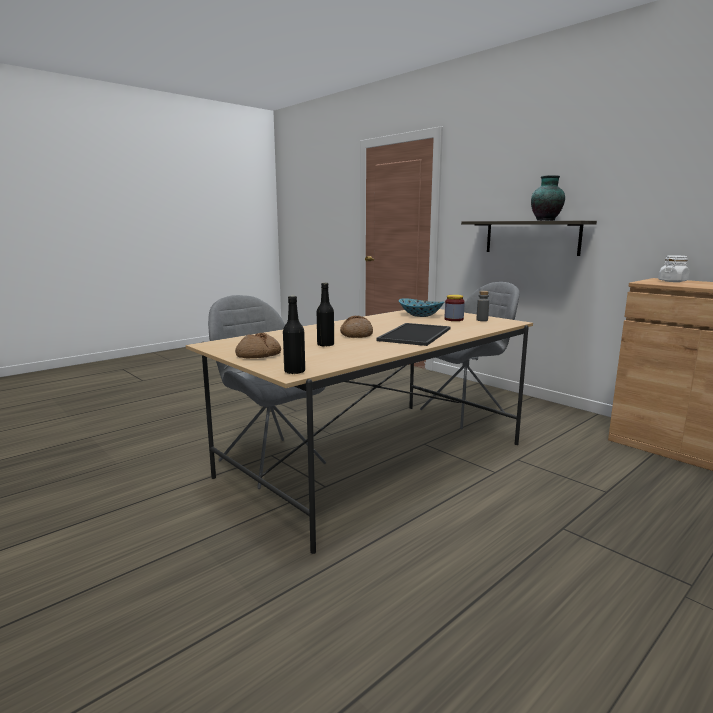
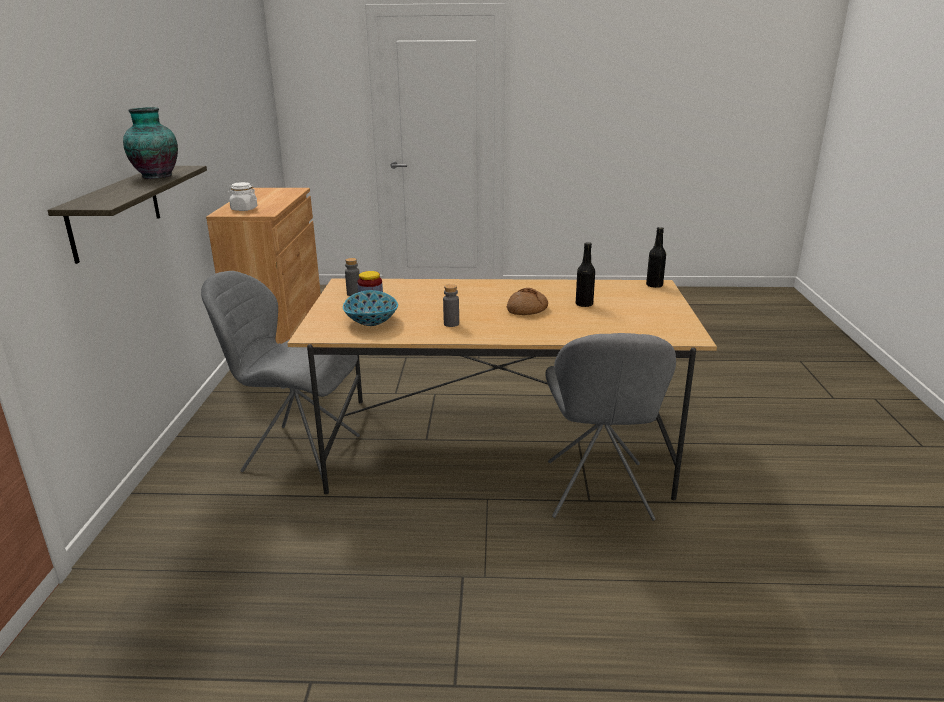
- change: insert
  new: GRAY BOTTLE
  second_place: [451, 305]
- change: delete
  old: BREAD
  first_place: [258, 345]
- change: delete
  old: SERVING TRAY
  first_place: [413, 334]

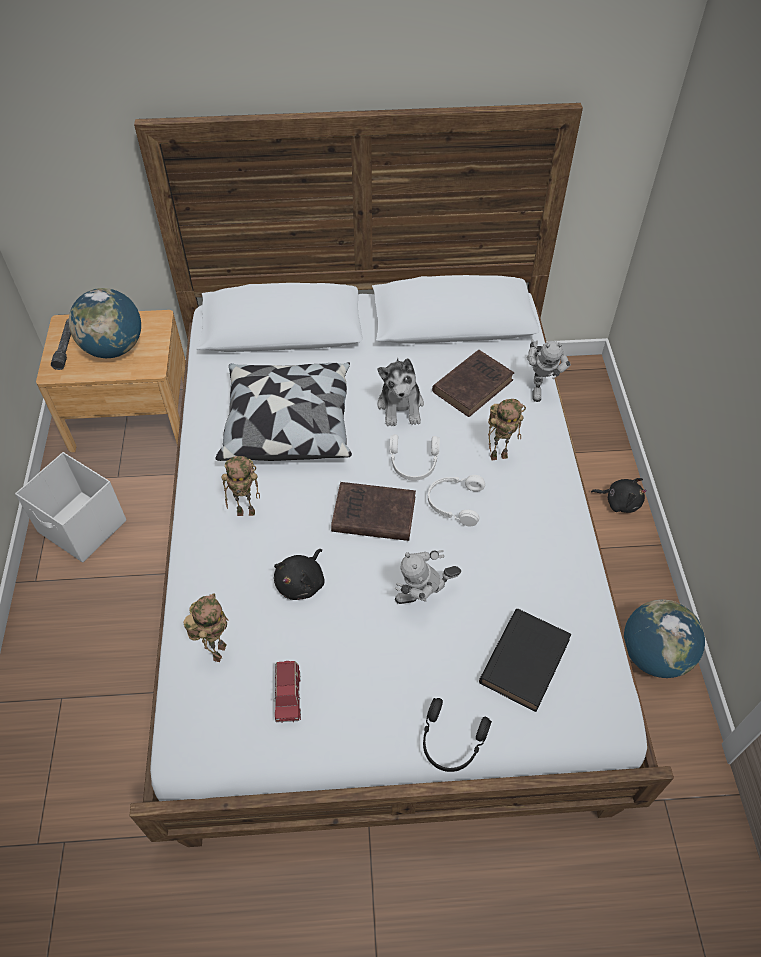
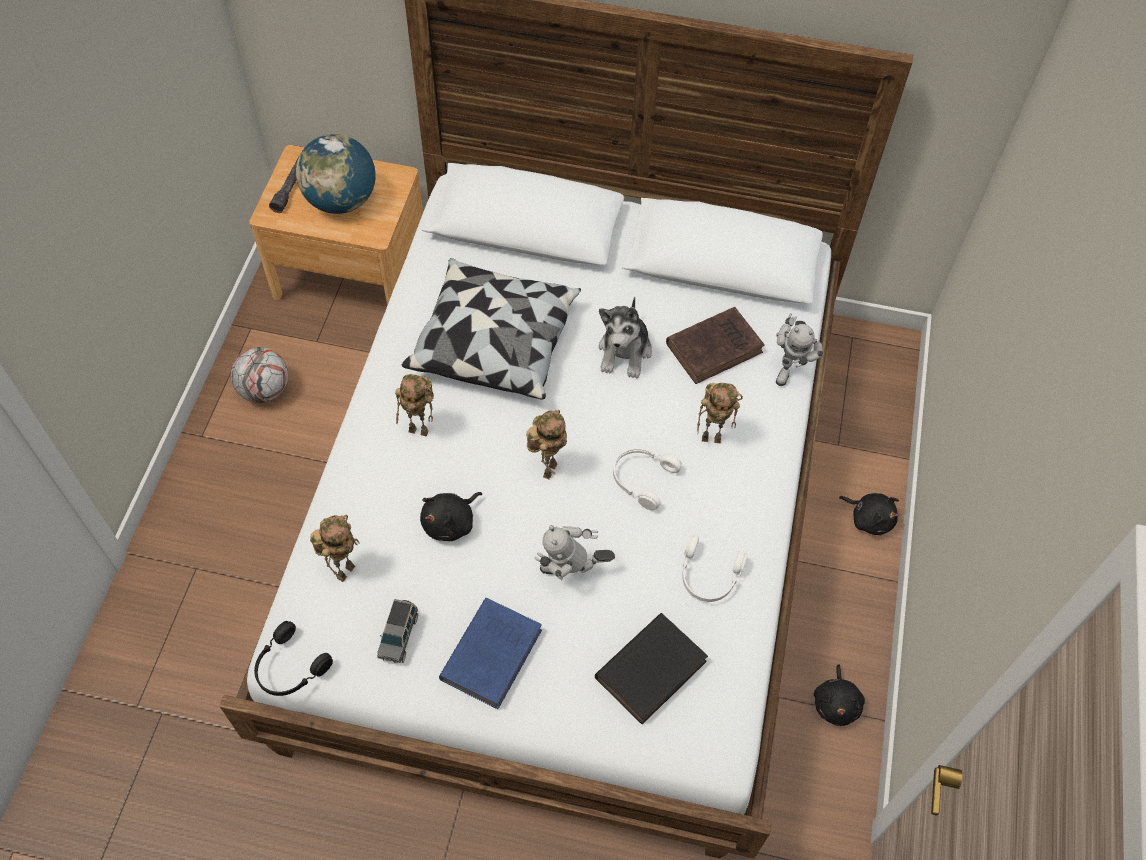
- change: replace
  old: WHITE STORAGE CONTAINER
  new: FOOTBALL BALL
  first_place: [70, 507]
  second_place: [259, 375]
- change: move
  old: BLACK-COLOURED HEADSET
  first_place: [457, 735]
  second_place: [293, 658]
- change: recolor
  old: REDDISH MINIATURE CAR
  new: GRAY MINIATURE CAR
  first_place: [287, 692]
  second_place: [397, 631]
- change: insert
  new: BLUE-COLOURED BOOK
  second_place: [490, 653]
- change: replace
  old: BROWN-COLOURED BOOK
  new: TOY ROBOT
  first_place: [373, 511]
  second_place: [546, 444]
- change: move
  old: WHITE HEADSET
  first_place: [415, 457]
  second_place: [715, 568]
- change: replace
  old: DESK GLOBE
  new: BLACK-COLOURED CUDDLY TOY
  first_place: [664, 638]
  second_place: [839, 695]

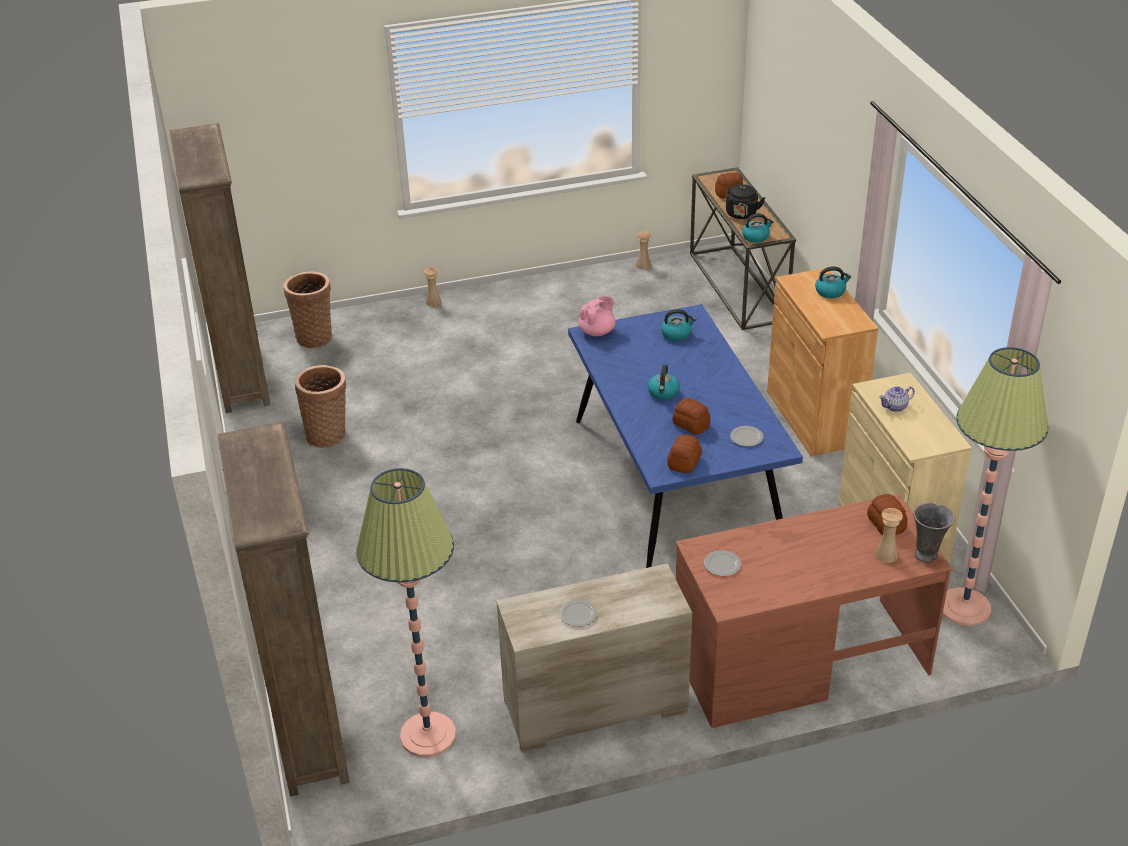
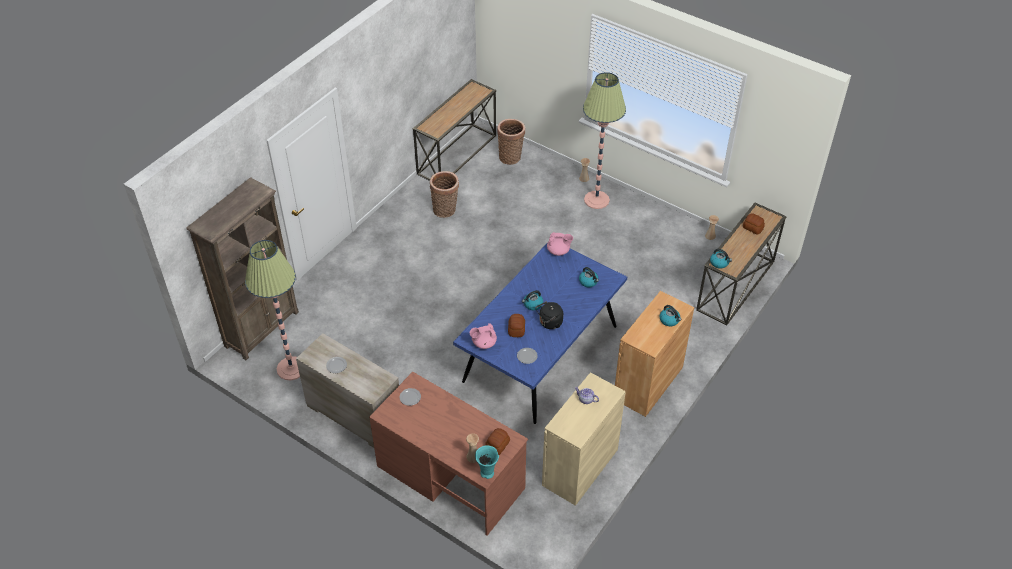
- change: replace
  old: BROWN-COLOURED BOOKSHELF
  new: HALL TABLE
  first_place: [220, 268]
  second_place: [454, 130]
- change: replace
  old: BREAD
  new: PINK TEAPOT
  first_place: [684, 453]
  second_place: [483, 336]
- change: recolor
  old: GRAY DECORATIVE VASE
  new: BLUE-GREEN DECORATIVE VASE
  first_place: [934, 533]
  second_place: [487, 462]
- change: move
  old: BLACK-COLOURED WATER KETTLE
  first_place: [745, 201]
  second_place: [549, 315]
- change: move
  old: STANDARD LAMP
  first_place: [995, 486]
  second_place: [604, 140]

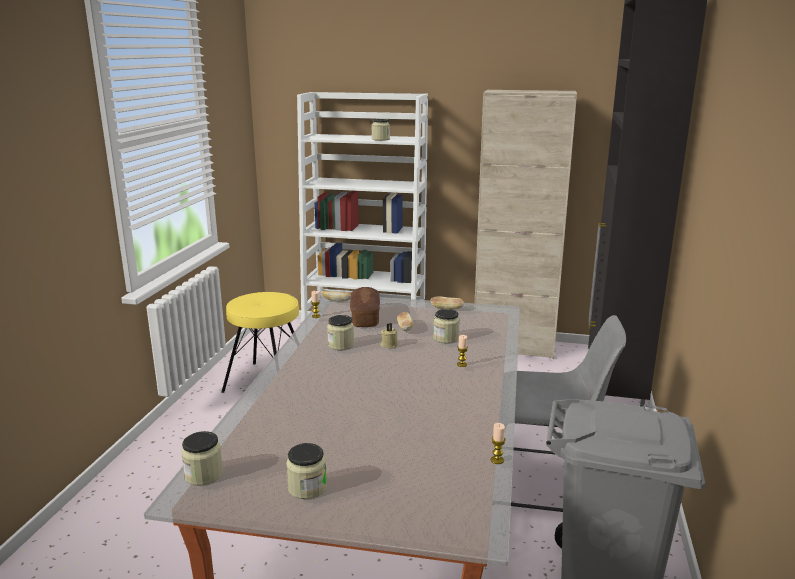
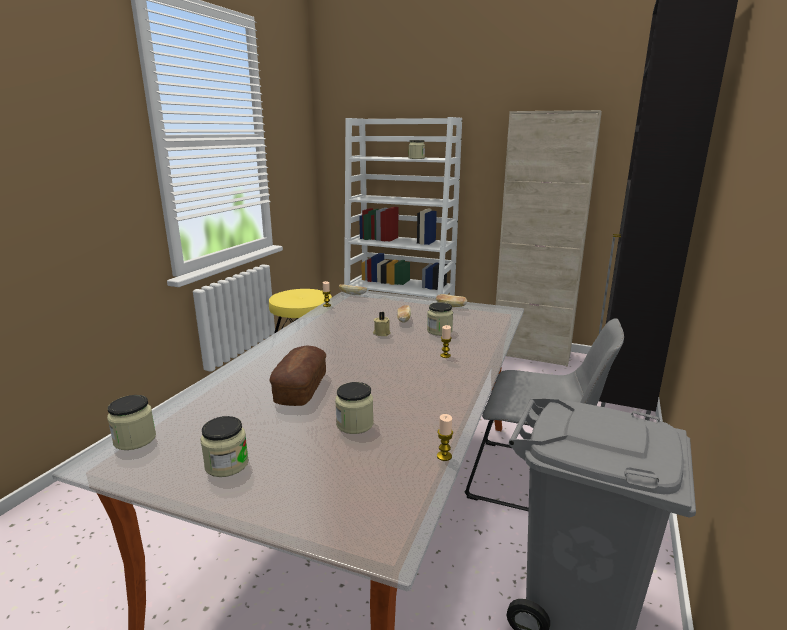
- change: move
  old: BREAD
  first_place: [365, 307]
  second_place: [298, 376]
- change: move
  old: JAR
  first_place: [340, 332]
  second_place: [354, 408]

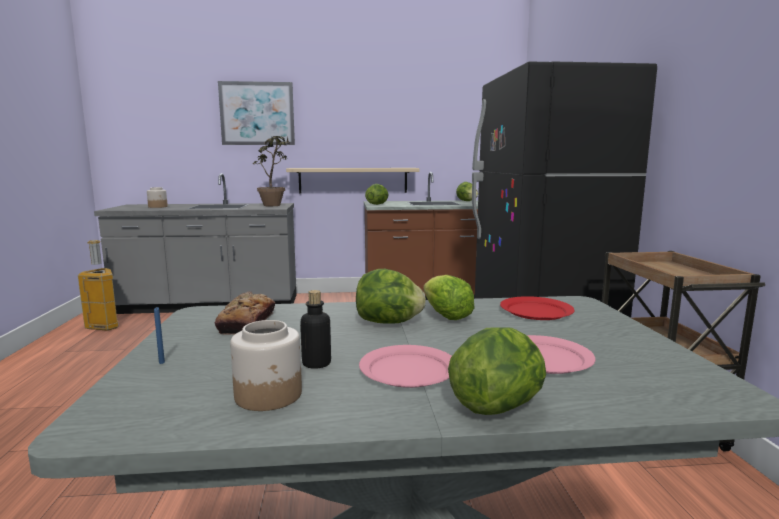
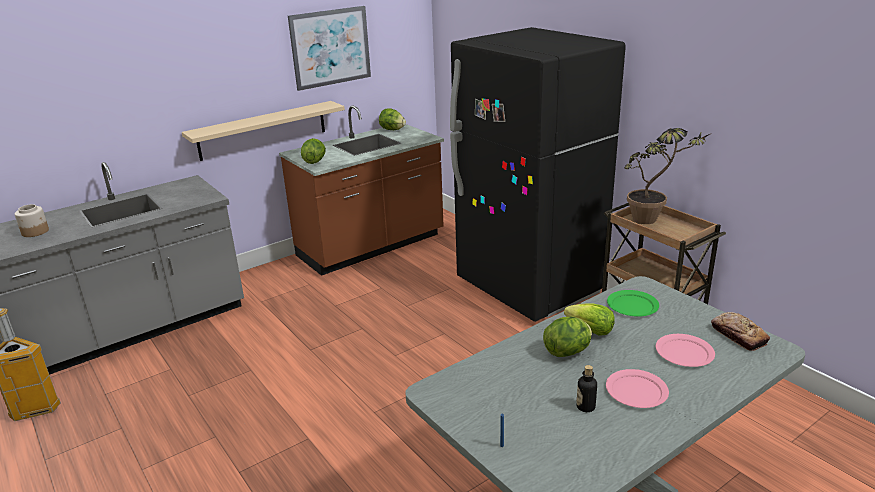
- change: move
  old: PICTURE
  first_place: [256, 113]
  second_place: [329, 48]
- change: recolor
  old: REDDISH FLAT DISH
  new: GREEN FLAT DISH
  first_place: [537, 308]
  second_place: [633, 303]
- change: move
  old: POTTED PLANT
  first_place: [271, 171]
  second_place: [668, 176]
- change: move
  old: BREAD
  first_place: [245, 313]
  second_place: [740, 331]
- change: delete
  old: JAR
  first_place: [266, 365]
- change: delete
  old: HEAD OF LETTUCE
  first_place: [497, 371]

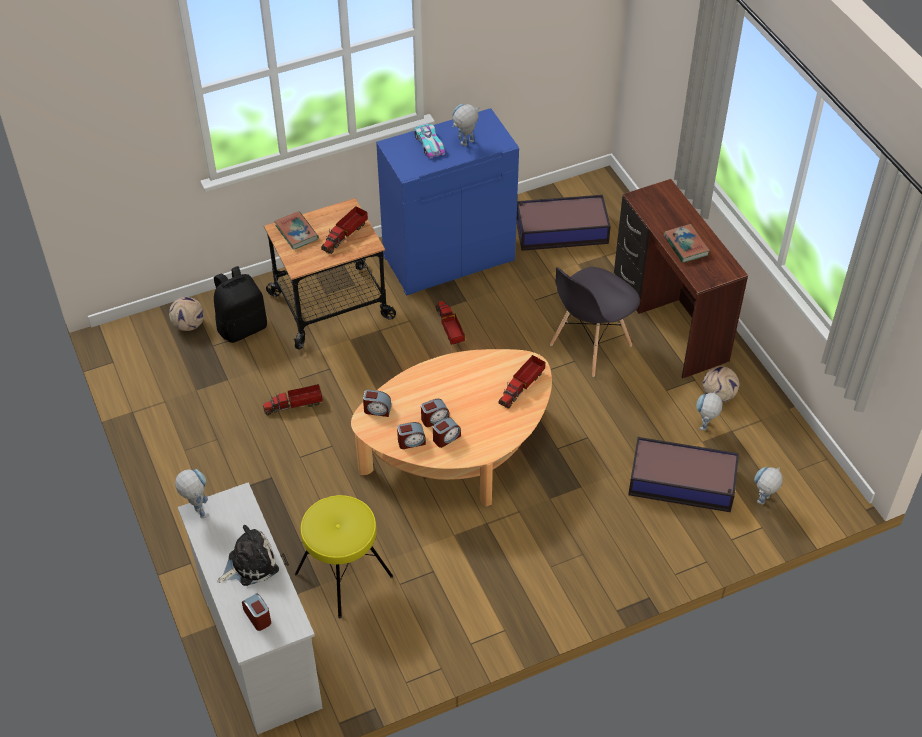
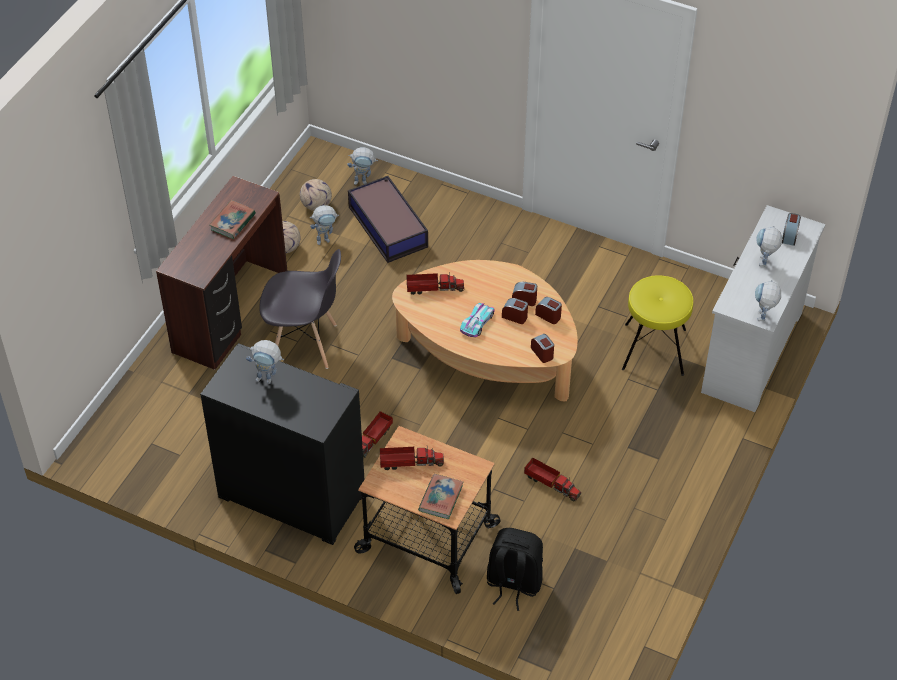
- change: recolor
  old: BLUE-COLOURED CUPBOARD
  new: BLACK-COLOURED CUPBOARD
  first_place: [447, 202]
  second_place: [282, 444]
- change: move
  old: FOOTBALL BALL
  first_place: [186, 314]
  second_place: [316, 195]
- change: move
  old: MINIATURE CAR
  first_place: [429, 141]
  second_place: [477, 320]
- change: replace
  old: CUDDLY TOY
  new: TOY ROBOT
  first_place: [248, 555]
  second_place: [769, 246]
- change: delete
  old: STORAGE CONTAINER
  first_place: [563, 223]

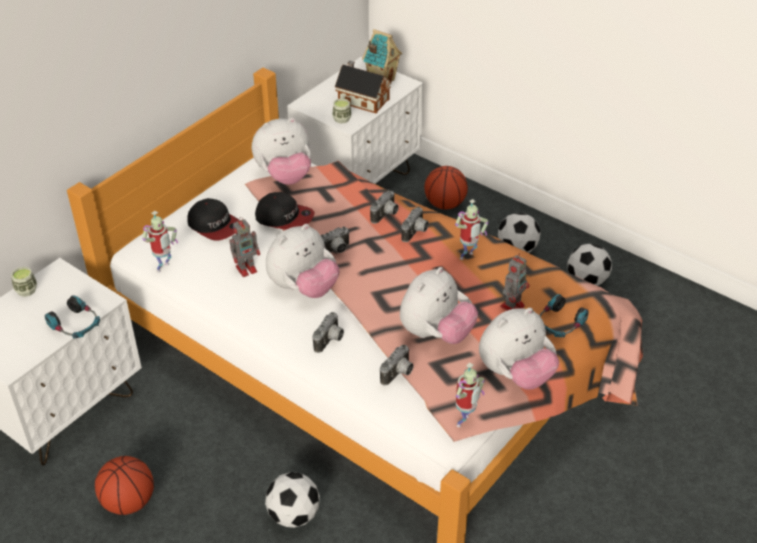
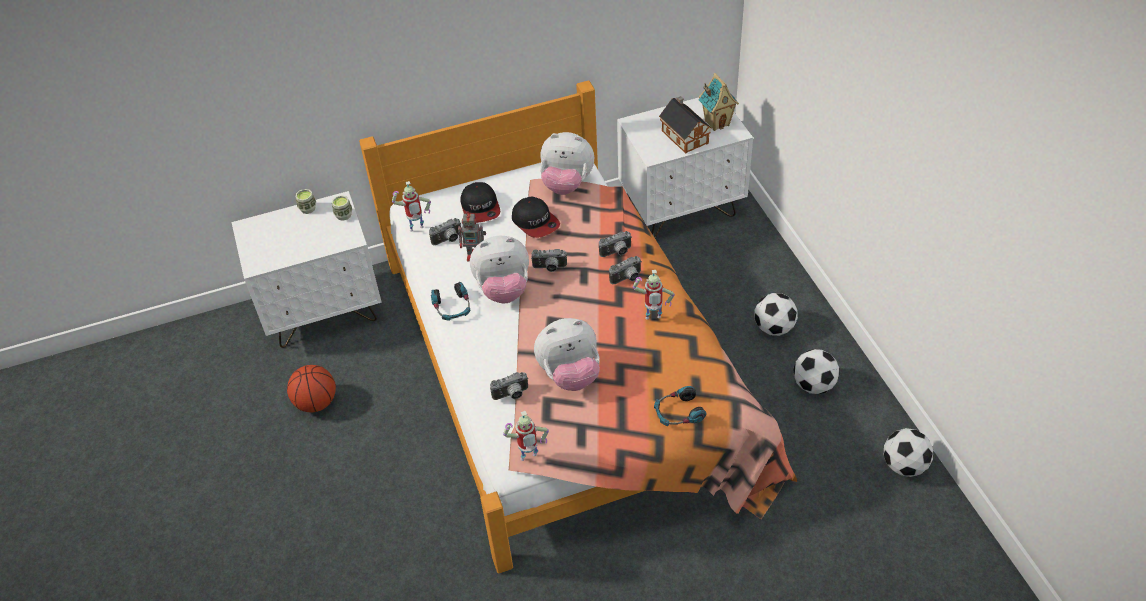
- change: move
  old: CUP
  first_place: [341, 111]
  second_place: [342, 208]
- change: move
  old: STILL CAMERA
  first_place: [328, 332]
  second_place: [445, 231]
- change: move
  old: HEADSET
  first_place: [72, 316]
  second_place: [450, 301]
- change: move
  old: FOOTBALL BALL
  first_place: [292, 500]
  second_place: [908, 452]
- change: delete
  old: BASKETBALL BALL
  first_place: [446, 188]
- change: delete
  old: CUDDLY TOY
  first_place: [519, 349]
- change: delete
  old: TOY ROBOT
  first_place: [514, 282]

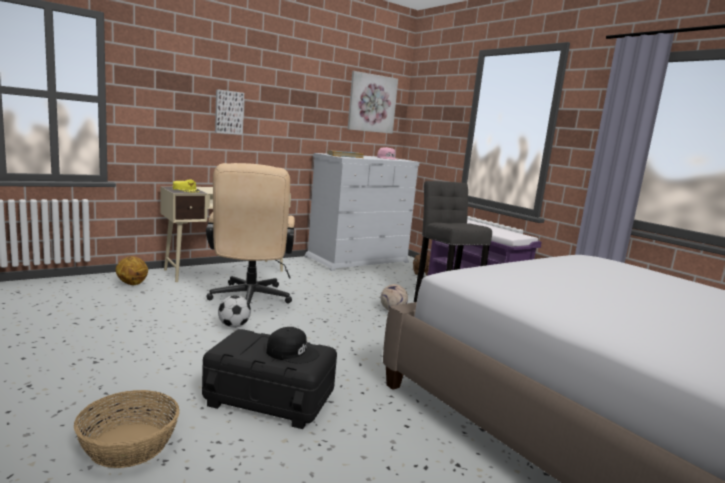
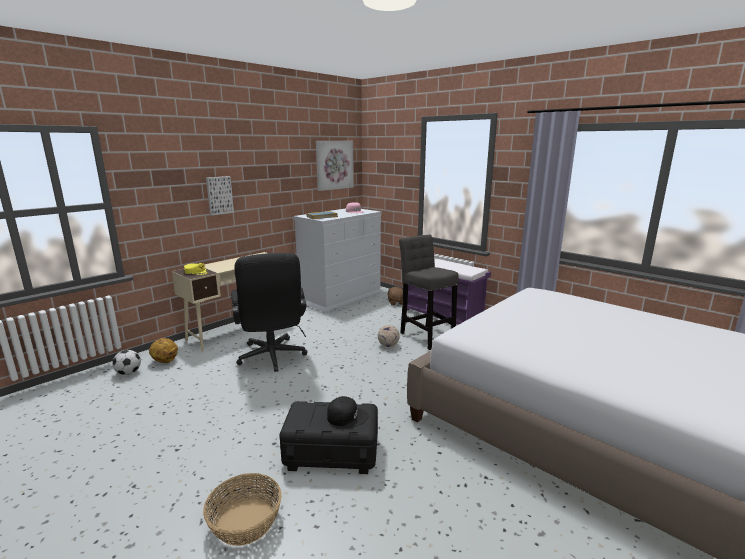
- change: move
  old: FOOTBALL BALL
  first_place: [234, 311]
  second_place: [126, 362]
- change: recolor
  old: BEIGE-COLOURED DESK CHAIR
  new: BLACK-COLOURED DESK CHAIR
  first_place: [250, 233]
  second_place: [269, 312]

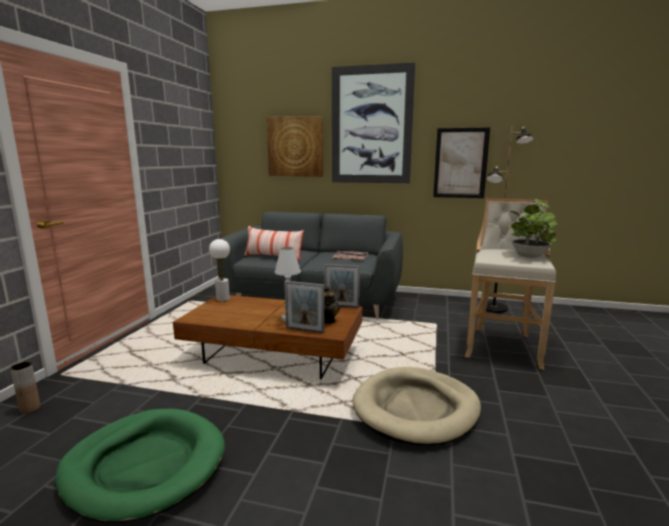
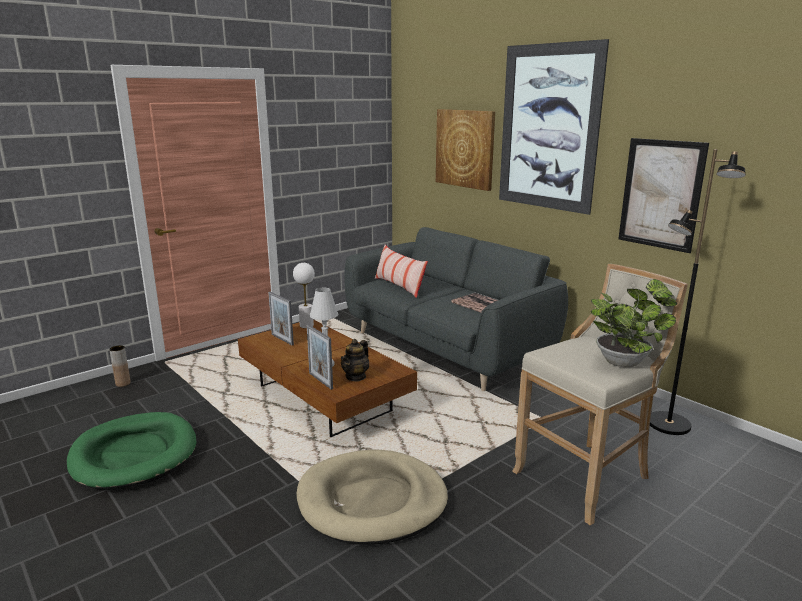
- change: move
  old: PICTURE FRAME
  first_place: [342, 286]
  second_place: [281, 318]

